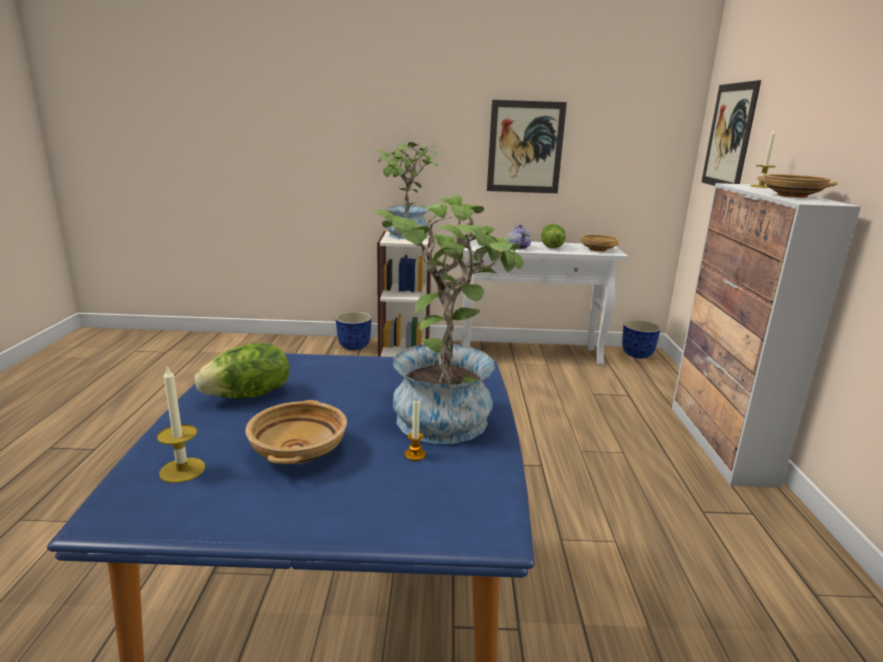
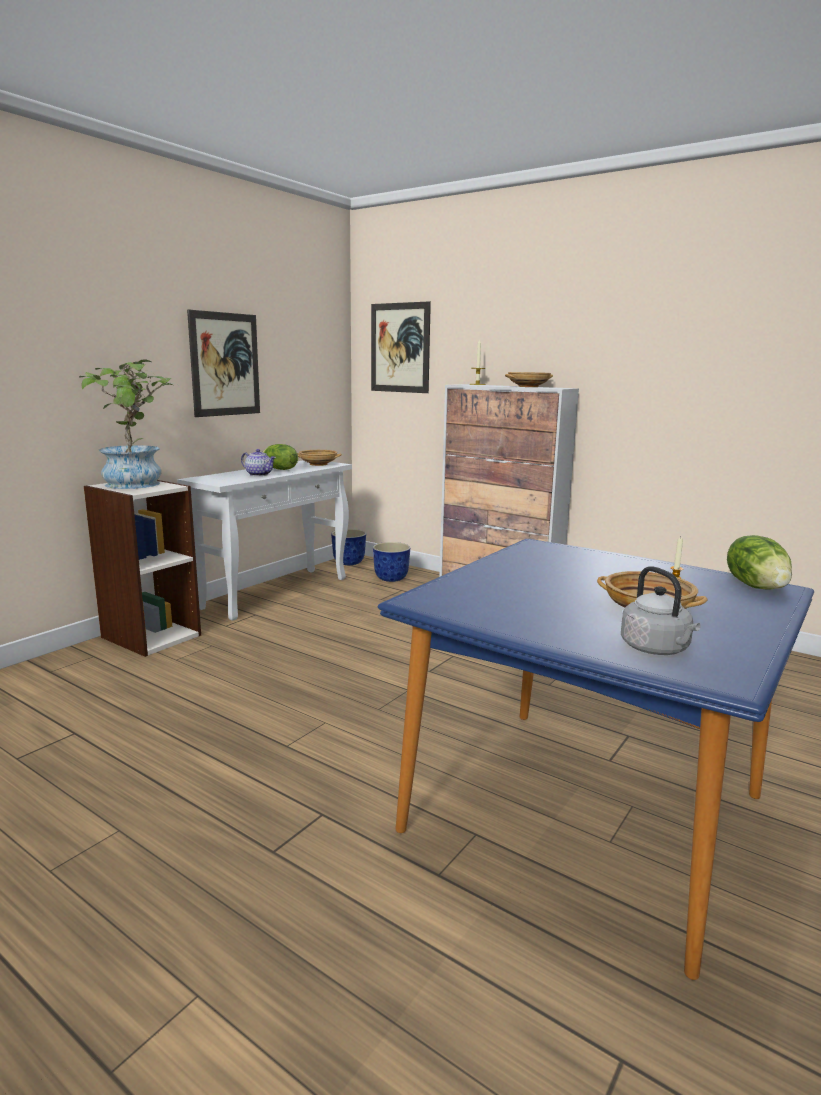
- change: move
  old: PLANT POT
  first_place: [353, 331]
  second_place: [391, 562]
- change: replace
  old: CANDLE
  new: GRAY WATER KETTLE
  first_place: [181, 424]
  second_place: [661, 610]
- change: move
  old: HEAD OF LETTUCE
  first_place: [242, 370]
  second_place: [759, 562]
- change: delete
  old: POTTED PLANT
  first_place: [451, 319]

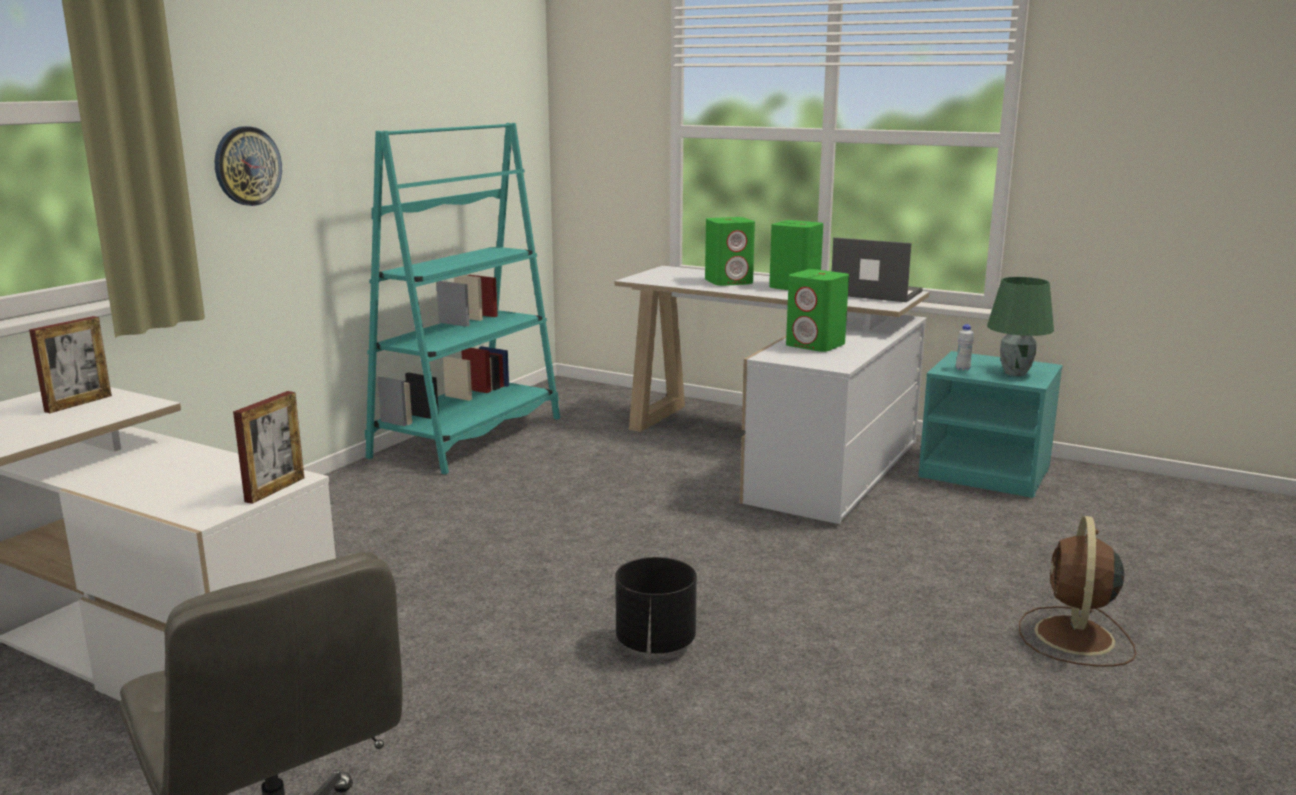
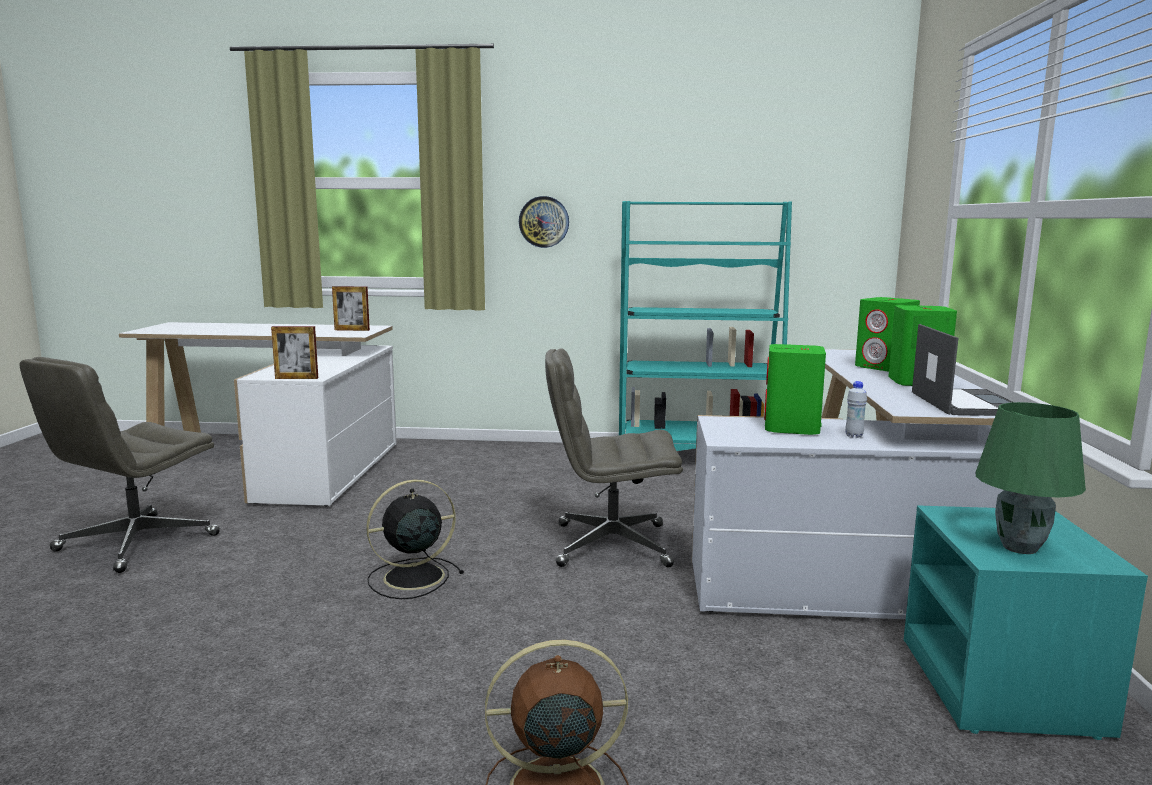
- change: replace
  old: BLACK-COLOURED PLANT POT
  new: BLACK-COLOURED ELECTRIC FAN
  first_place: [656, 605]
  second_place: [415, 539]
- change: insert
  new: GRAY DESK CHAIR
  second_place: [614, 458]
- change: move
  old: WHITE BOTTLE
  first_place: [965, 347]
  second_place: [856, 409]

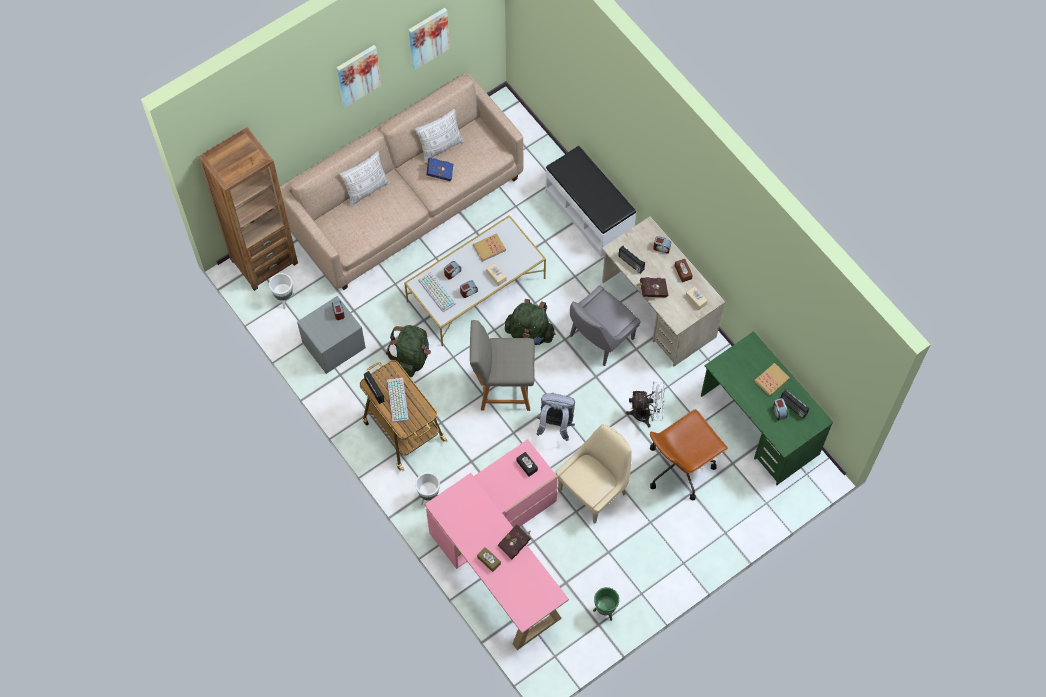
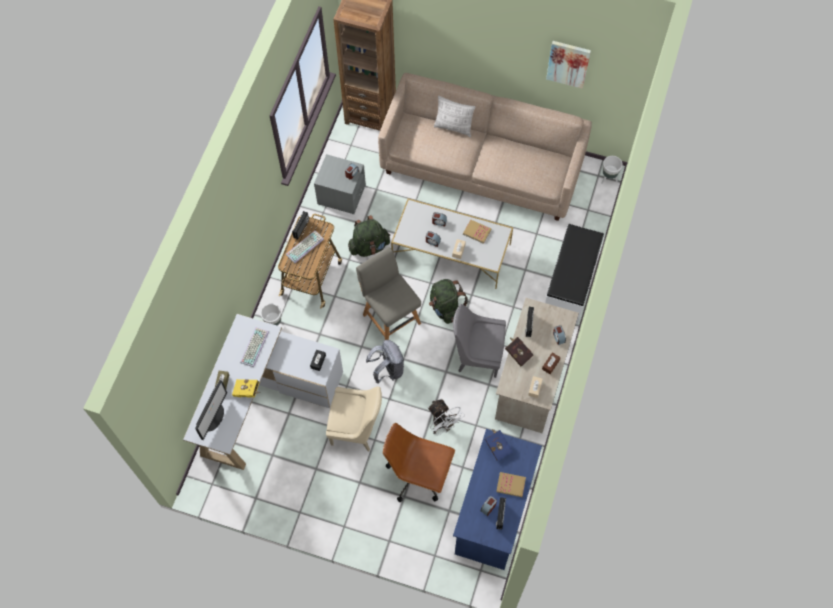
- change: recolor
  old: PINK DESK TABLE
  new: WHITE DESK TABLE
  first_place: [497, 544]
  second_place: [263, 392]
- change: insert
  new: MONITOR
  second_place: [211, 410]
- change: recolor
  old: REDDISH BOOK
  new: YELLOW BOOK
  first_place: [514, 542]
  second_place: [246, 388]
- change: move
  old: KEYBOARD
  first_place: [437, 292]
  second_place: [254, 347]
- change: recolor
  old: GREEN DESK TABLE
  new: BLUE-COLOURED DESK TABLE
  first_place: [767, 408]
  second_place: [497, 499]
- change: move
  old: BLUE-COLOURED BOOK
  first_place: [438, 169]
  second_place: [498, 445]
- change: move
  old: WHITE PLANT POT
  first_place: [282, 291]
  second_place: [612, 170]
- change: delete
  old: PICTURE
  first_place: [359, 76]
- change: delete
  old: CUSHION
  first_place: [439, 135]
- change: delete
  old: GREEN PLANT POT
  first_place: [606, 604]

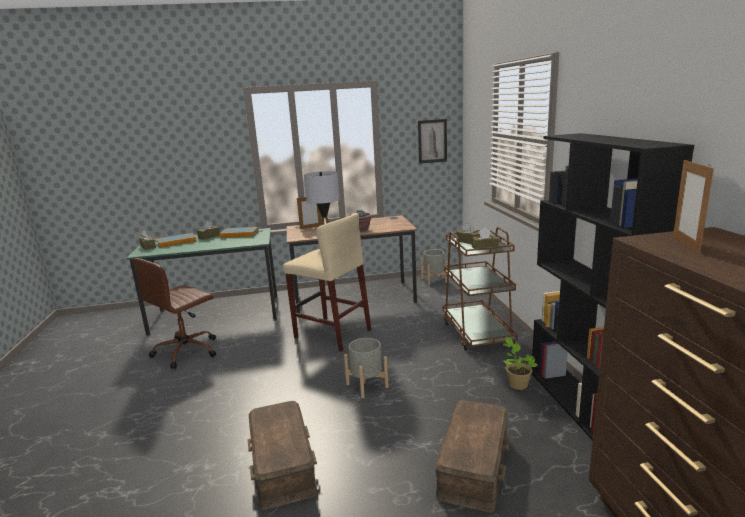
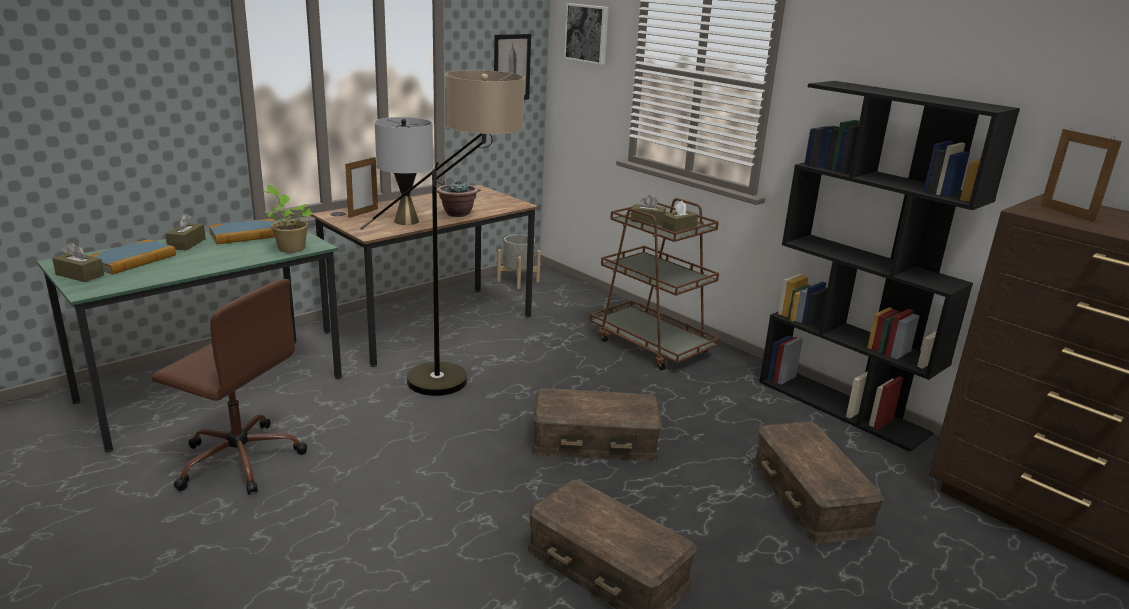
- change: rotate
  old: BROWN-COLOURED DESK CHAIR
  first_place: [174, 313]
  second_place: [229, 387]
  degrees: -75
- change: move
  old: POTTED PLANT
  first_place: [520, 363]
  second_place: [288, 219]
- change: replace
  old: BEIGE-COLOURED STOOL SEAT
  new: STANDARD LAMP
  first_place: [327, 282]
  second_place: [442, 233]
- change: replace
  old: GRAY PLANT POT
  new: BROWN-COLOURED STORAGE CONTAINER
  first_place: [366, 368]
  second_place: [597, 425]
- change: insert
  new: PICTURE
  second_place: [586, 34]

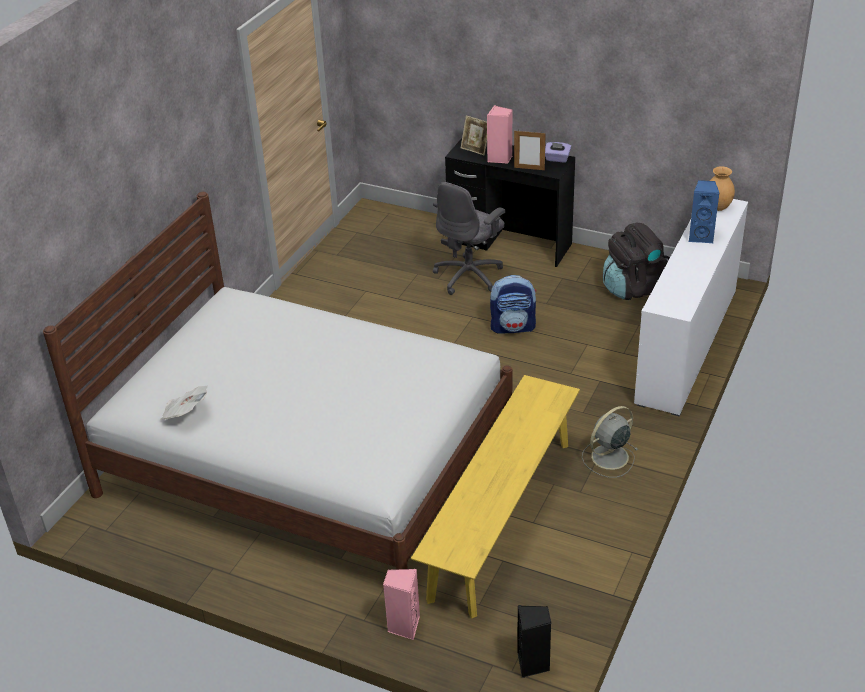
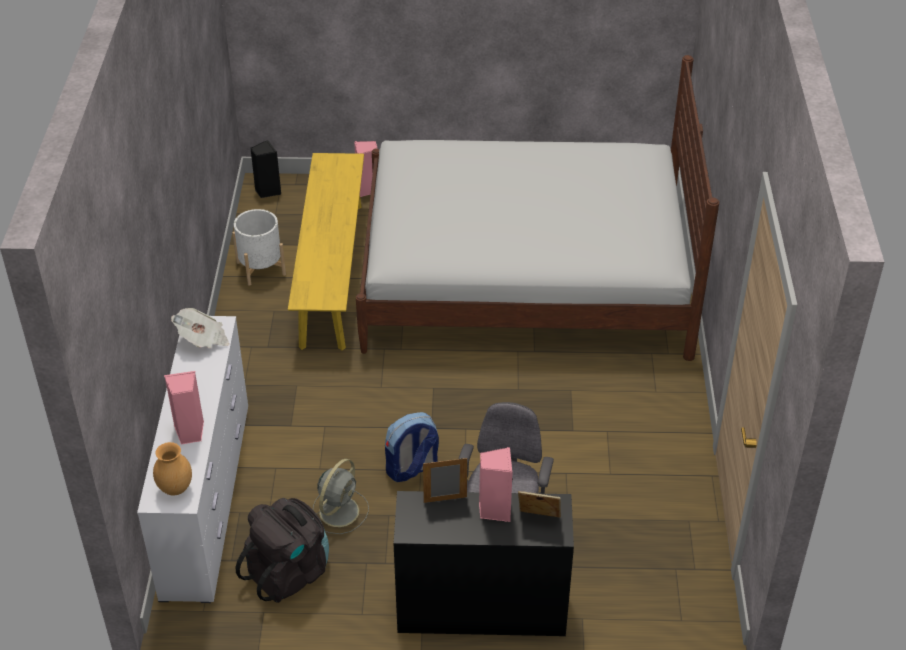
- change: recolor
  old: BLUE-COLOURED SPEAKER
  new: PINK SPEAKER
  first_place: [704, 211]
  second_place: [184, 408]
- change: move
  old: PRINTED PAPER
  first_place: [184, 402]
  second_place: [200, 328]
- change: insert
  new: WHITE PLANT POT
  second_place: [259, 247]
- change: move
  old: GRAY ELECTRIC FAN
  first_place: [610, 442]
  second_place: [341, 496]
- change: delete
  old: PURPLE TISSUE HOLDER
  first_place: [558, 152]

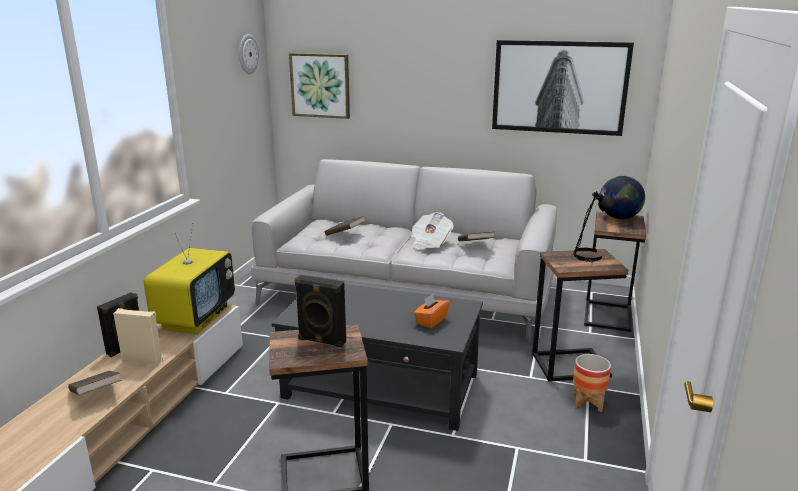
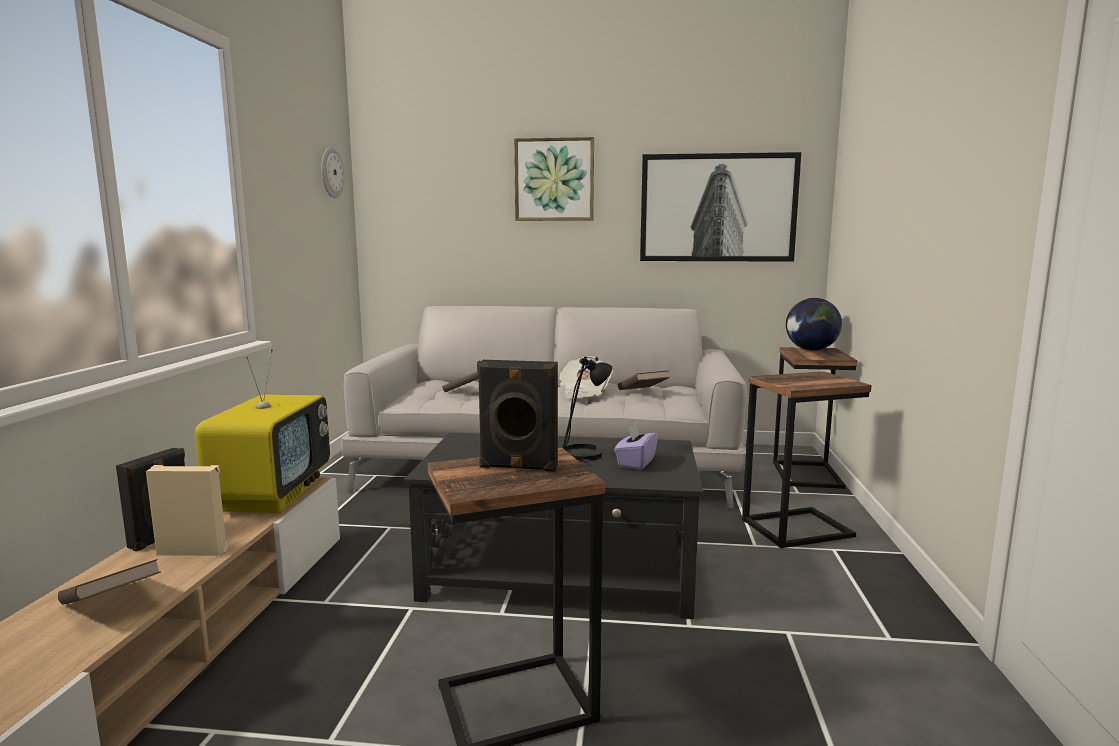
- change: move
  old: PICTURE
  first_place: [319, 86]
  second_place: [554, 179]
- change: move
  old: BLACK-COLOURED LAMP FOR A TABLE
  first_place: [594, 226]
  second_place: [587, 409]
- change: recolor
  old: ORANGEY TISSUE HOLDER
  new: PURPLE TISSUE HOLDER
  first_place: [431, 311]
  second_place: [636, 446]
- change: delete
  old: PLANT POT
  first_place: [592, 383]

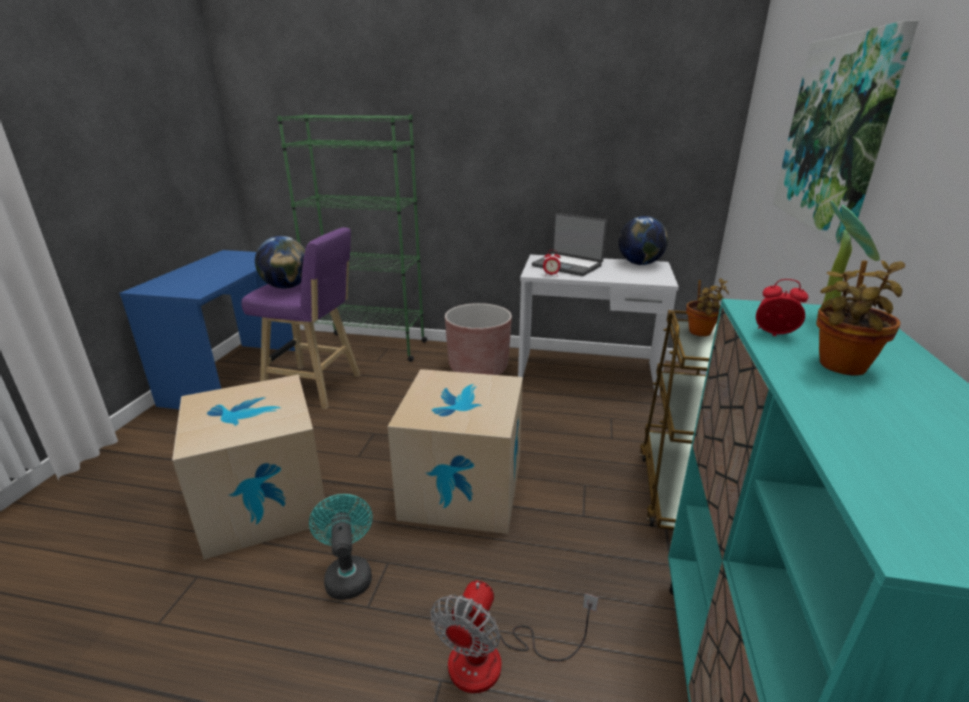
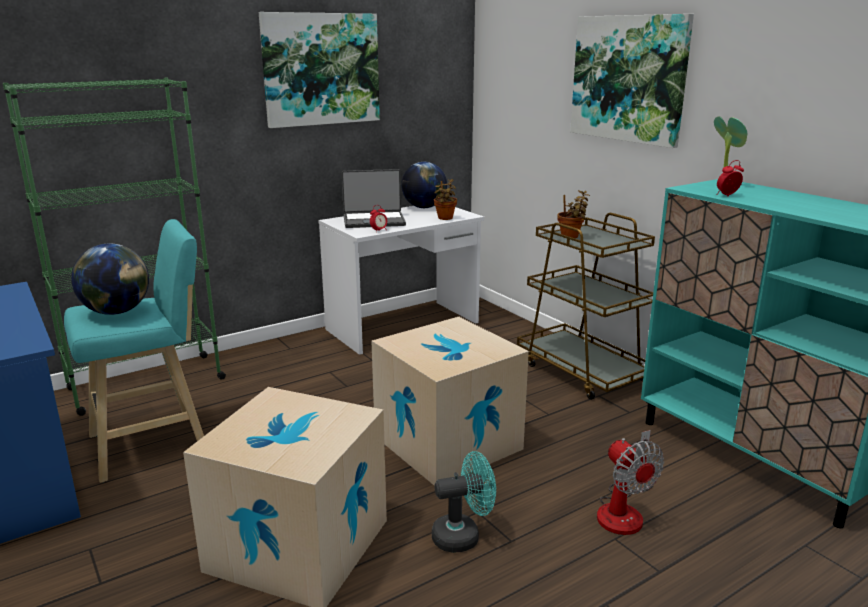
- change: recolor
  old: PURPLE STOOL SEAT
  new: BLUE-GREEN STOOL SEAT
  first_place: [301, 318]
  second_place: [134, 351]
- change: insert
  new: PICTURE
  second_place: [319, 70]
- change: rotate
  old: BLUE-GREEN ELECTRIC FAN
  first_place: [340, 547]
  second_place: [464, 502]
  degrees: 135
- change: move
  old: POTTED PLANT
  first_place: [860, 318]
  second_place: [445, 199]
- change: delete
  old: BROWN-COLOURED PLANT POT
  first_place: [478, 339]

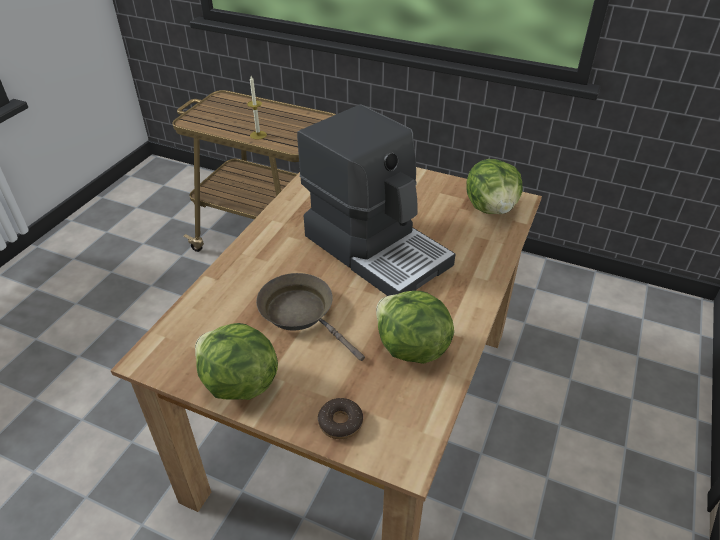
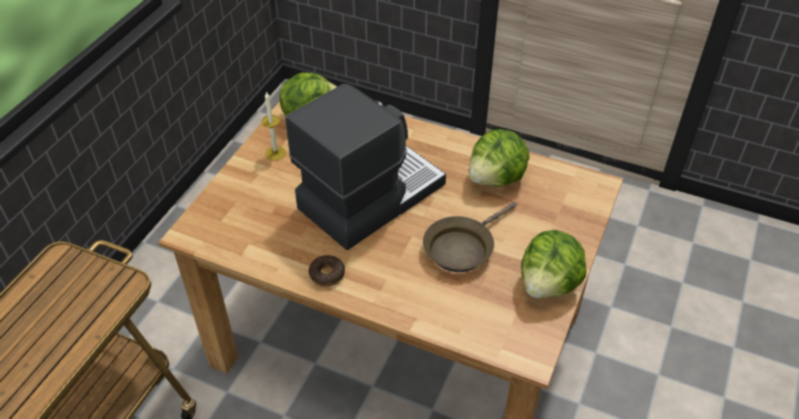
- change: move
  old: CANDLE
  first_place: [257, 108]
  second_place: [274, 126]
- change: move
  old: DONUT
  first_place: [340, 418]
  second_place: [327, 270]

